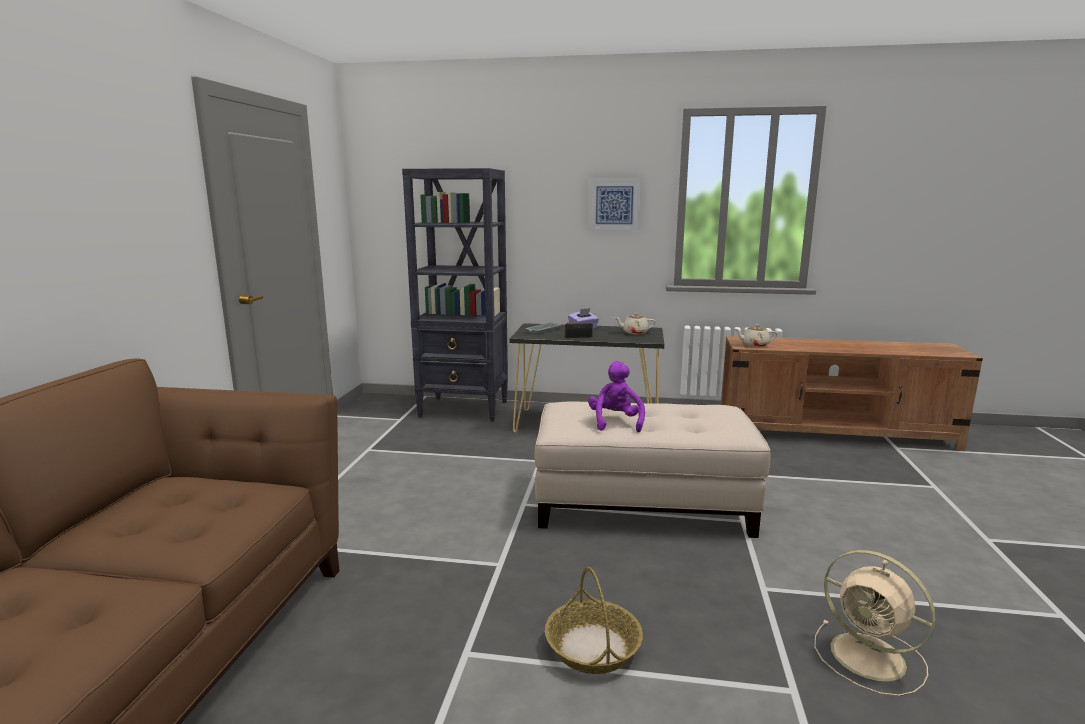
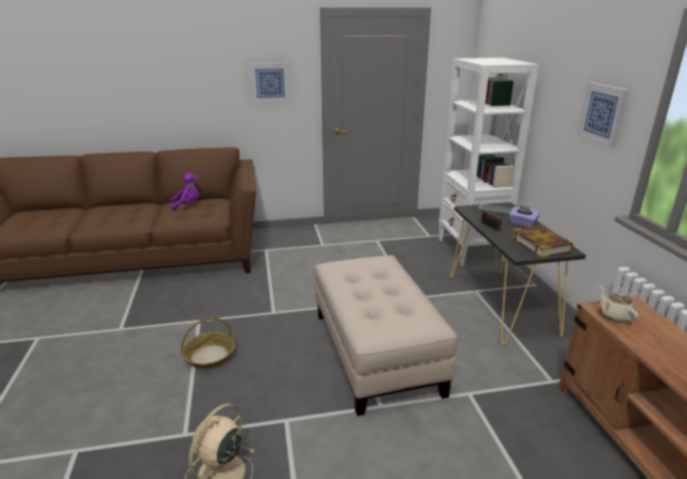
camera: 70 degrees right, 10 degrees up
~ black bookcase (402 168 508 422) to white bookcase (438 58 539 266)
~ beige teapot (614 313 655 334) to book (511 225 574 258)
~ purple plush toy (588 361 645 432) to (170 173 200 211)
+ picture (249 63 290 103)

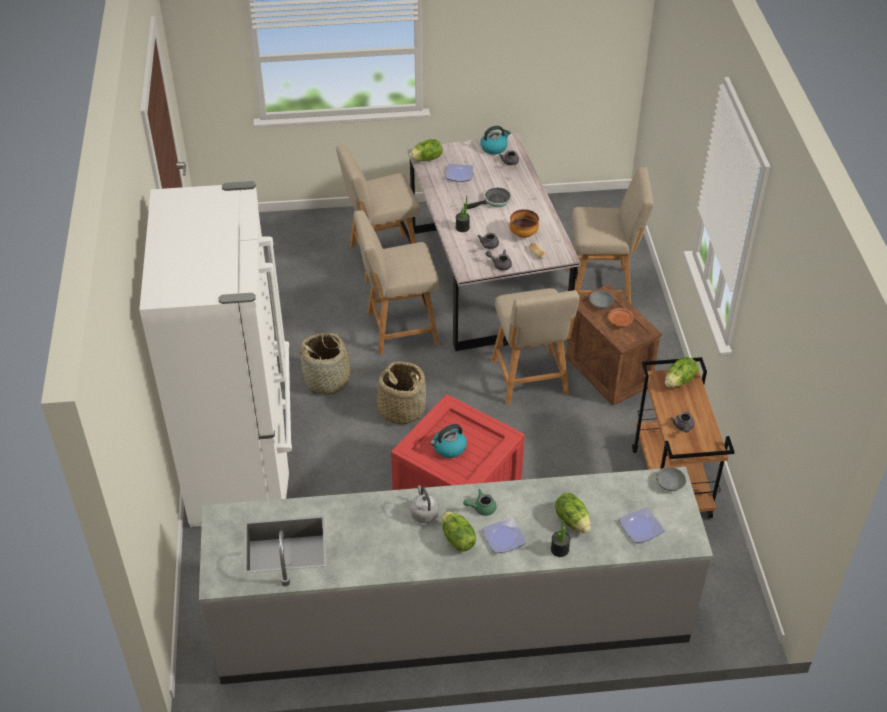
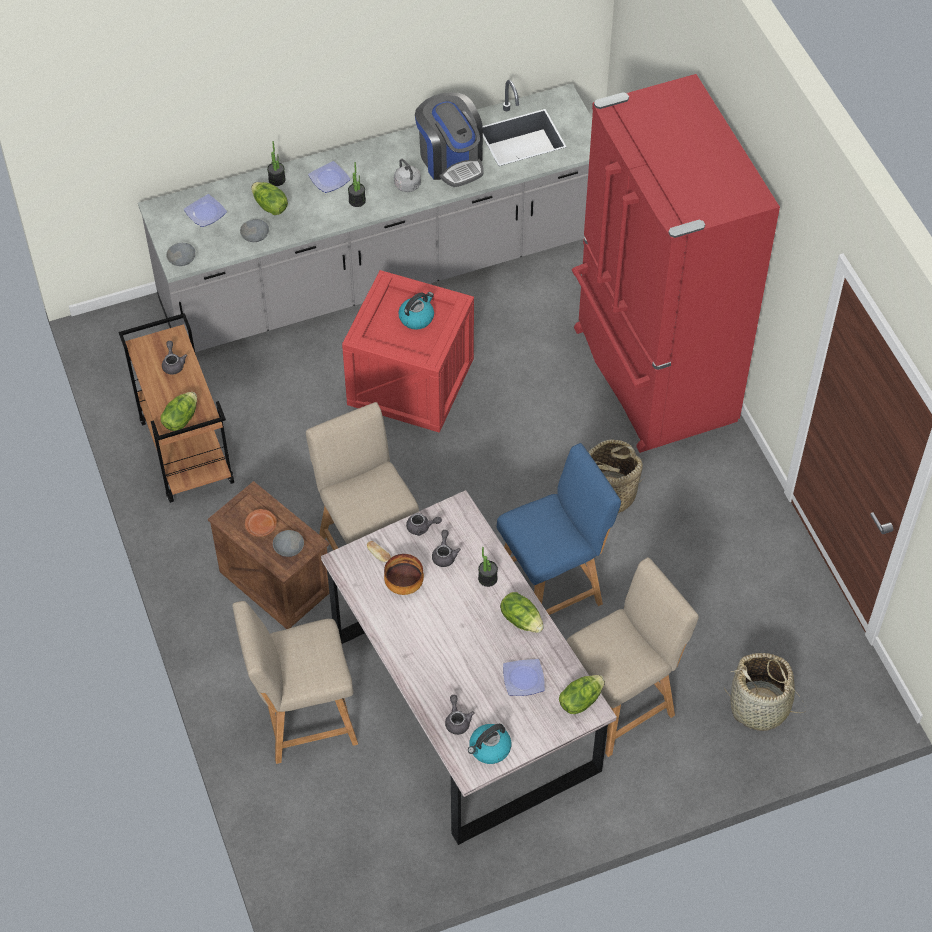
camera: 165 degrees right, 10 degrees up
~ white fridge (139 181 292 527) to red fridge (572 74 780 453)
- frying pan (466 187 512 210)
~ beige chair (354 210 439 354) to blue chair (497 443 621 615)
~ basket (374 361 426 425) to (725 653 806 731)
~ green teapot (463 489 497 516) to potted plant (348 162 366 207)
~ lettuce (442 511 476 552) to (500 592 544 633)
+ coffee machine (415 93 484 187)
+ grey bowl (240 219 269 242)

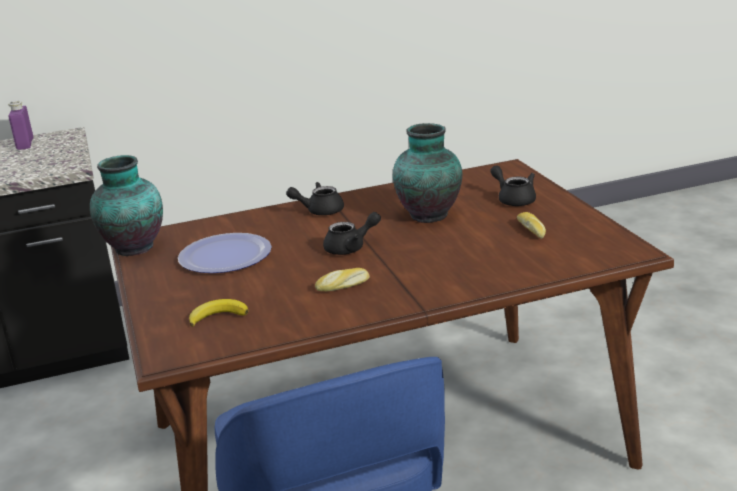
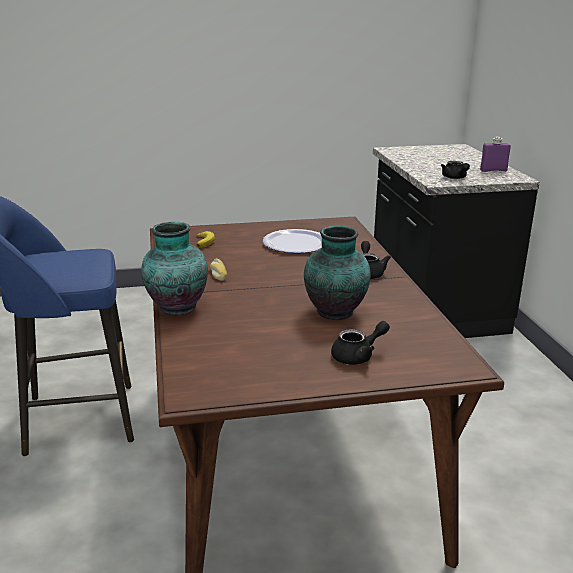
camera: 95 degrees right, 0 degrees up
~ vase (90 155 163 256) to (141 222 208 316)
~ black teapot (323 212 381 255) to (441 161 470 179)
- bread (517 212 546 239)

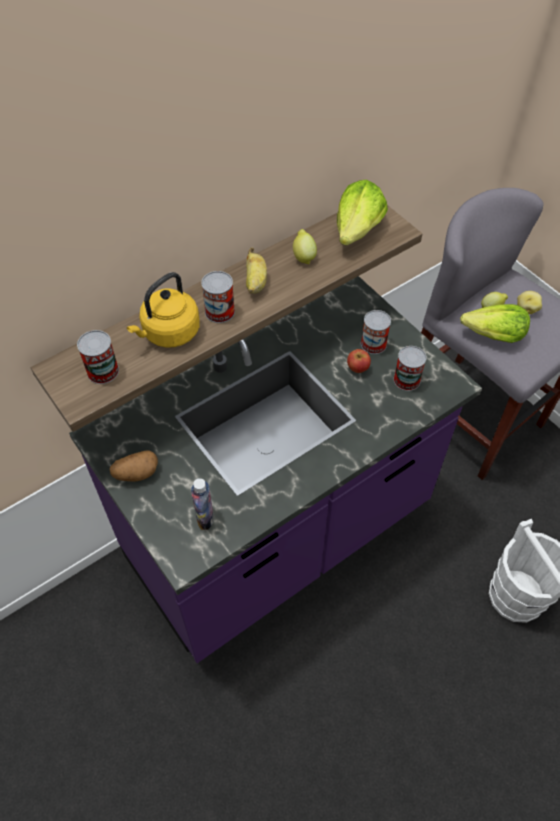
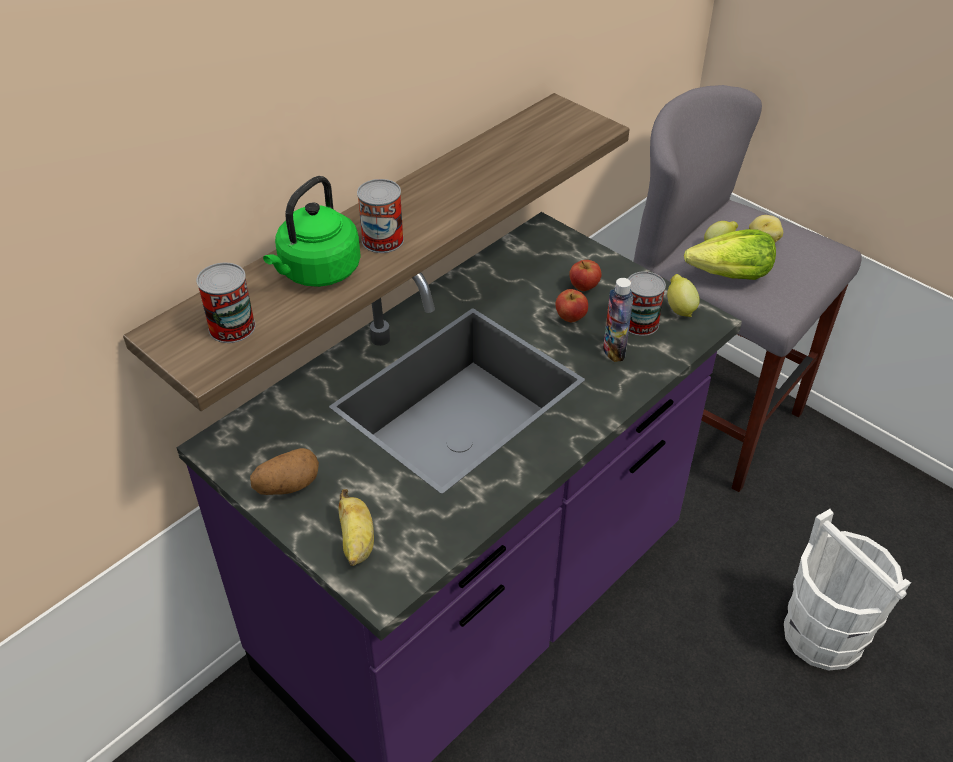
camera: 10 degrees left, 10 degrees down
- lettuce (337 180 388 246)
~ lemon (293 229 317 264) to (667 274 700 317)
~ banana (246 247 267 294) to (339 489 374 566)
~ yellow kettle (127 272 200 348) to green kettle (263 176 361 287)
~ can (361 310 391 354) to apple (569 260 602 291)
~ bottle (191 478 214 530) to (603 278 633 362)

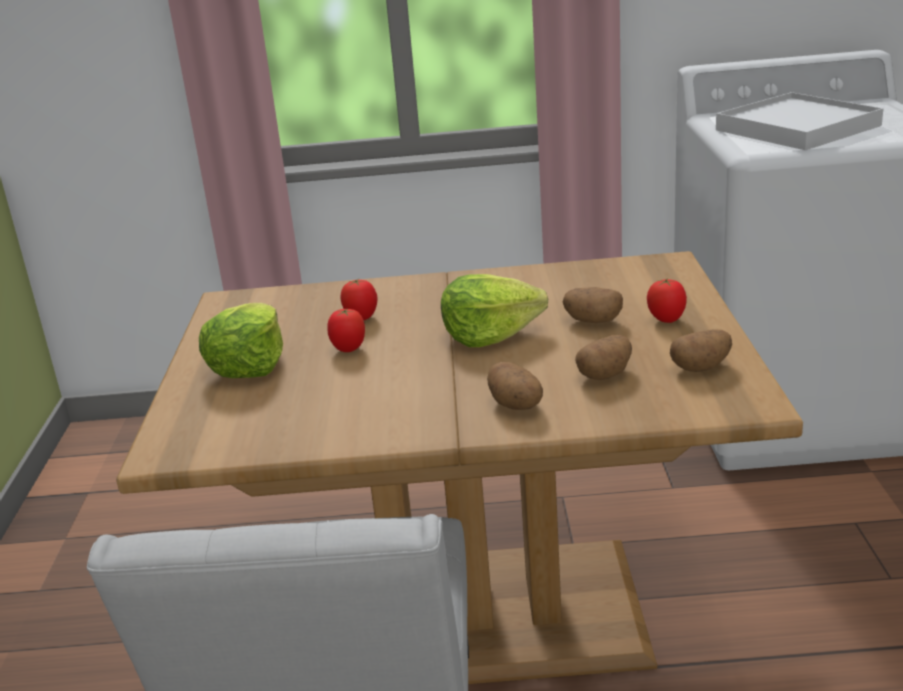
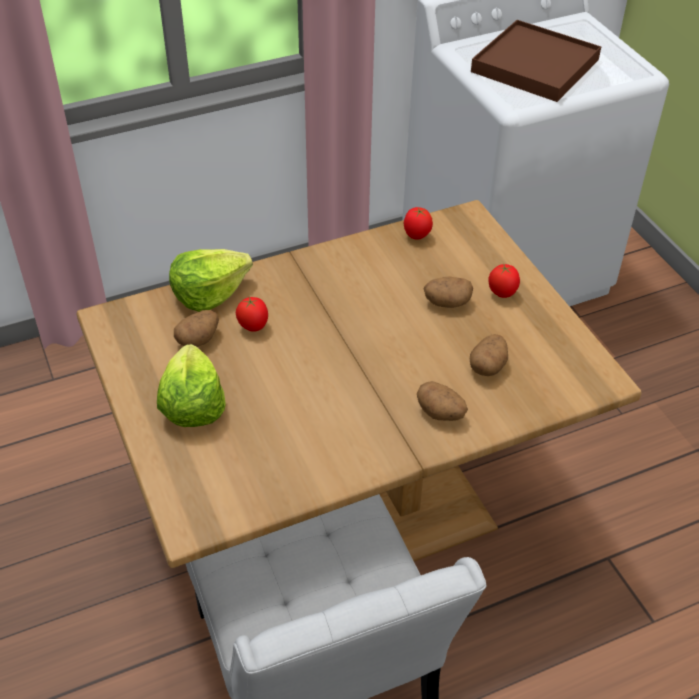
camera: 25 degrees left, 20 degrees up
~ white tray (716 92 884 150) to brown tray (471 20 601 102)
~ lettuce (441 274 548 347) to (169 249 253 312)
~ tomato (327 309 365 352) to (404 207 433 240)
~ potato (670 329 732 372) to (174 310 219 347)

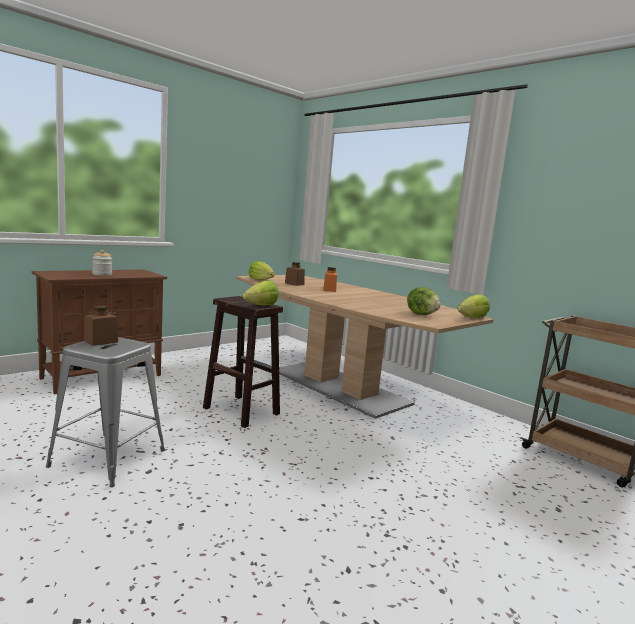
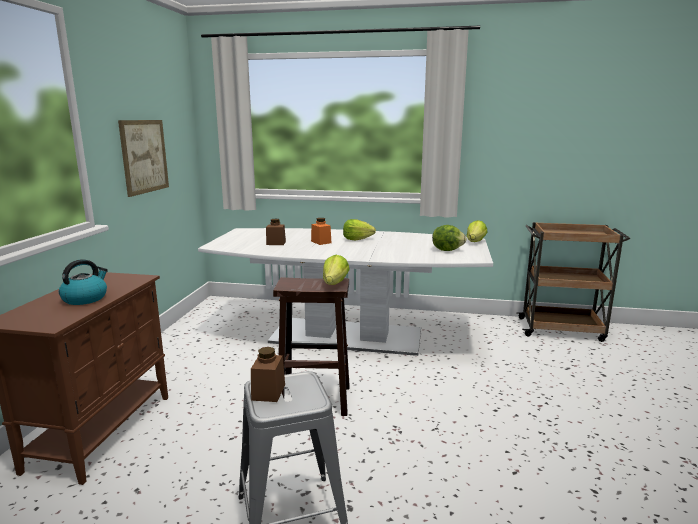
camera: 35 degrees left, 5 degrees up
~ jar (92 250 112 276) to kettle (59 259 108 305)
~ lettuce (249 261 275 280) to (343 219 376 240)
~ brown dining table (237 275 493 419) to white dining table (198 228 493 356)
+ picture (118 120 169 197)

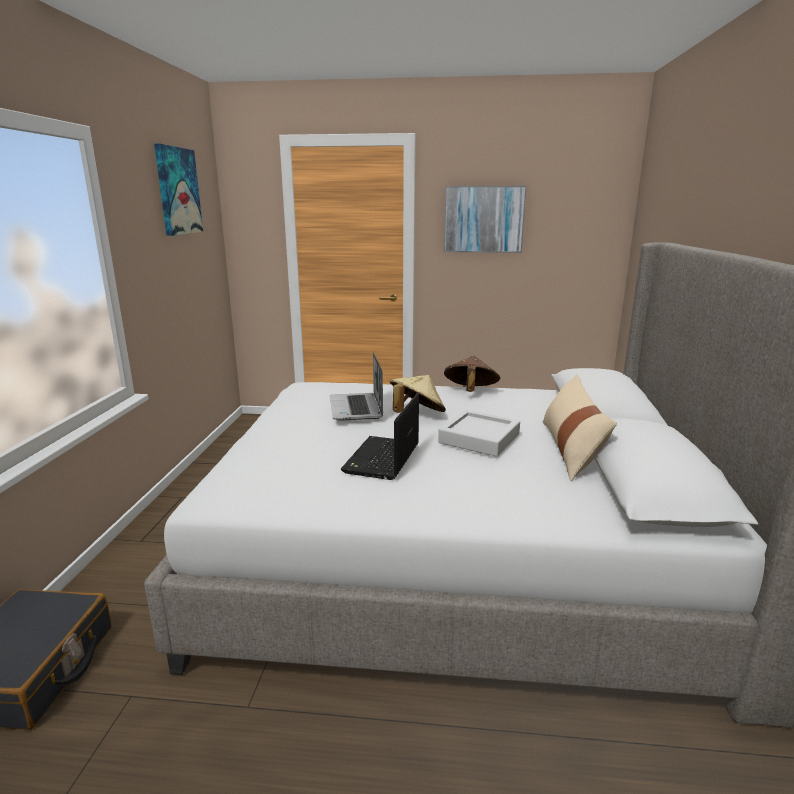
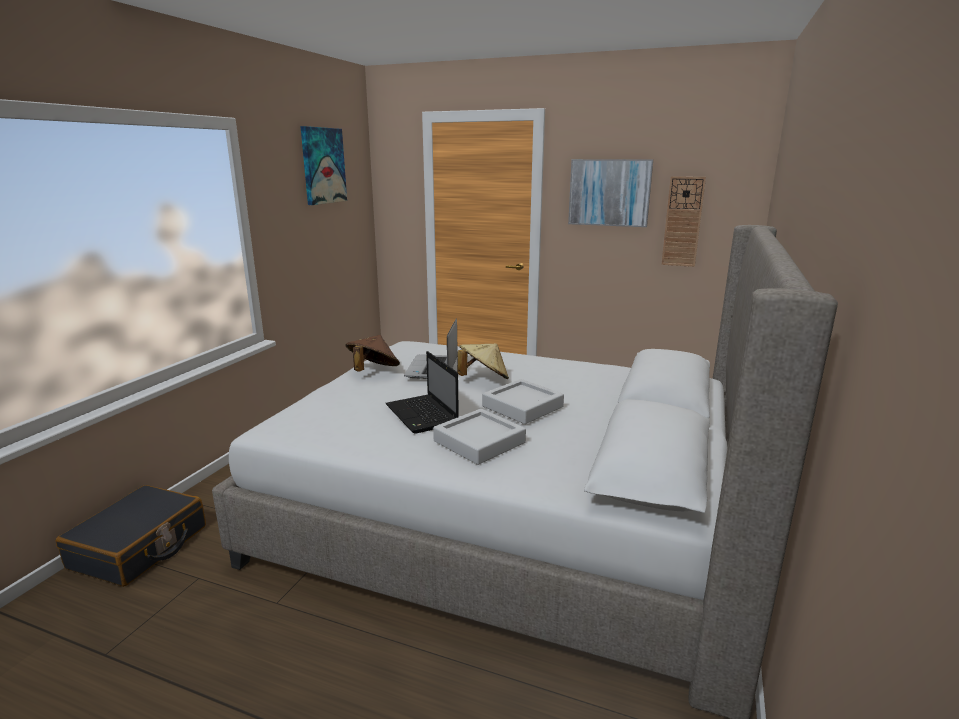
camera: 15 degrees right, 0 degrees up
~ brown hat (444 356 500 392) to (345 335 400 371)
- beige pillow (543 374 617 481)
~ laptop (341 393 419 480) = (386 351 459 434) 60 degrees counterclockwise
+ wall clock (661 176 706 267)
+ grey tray (433 409 526 465)

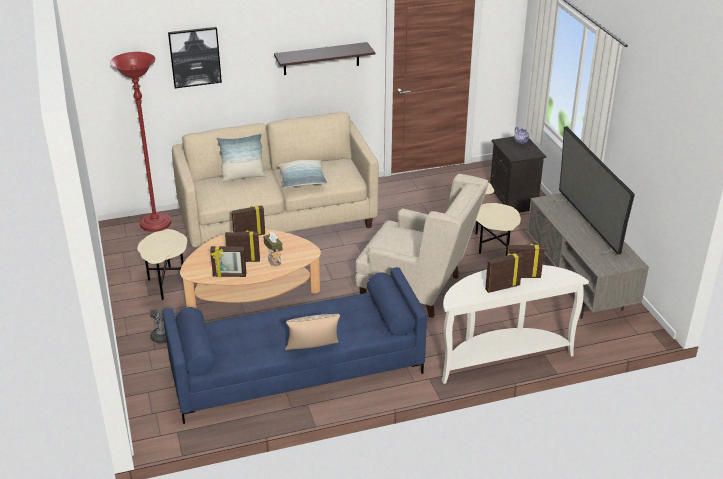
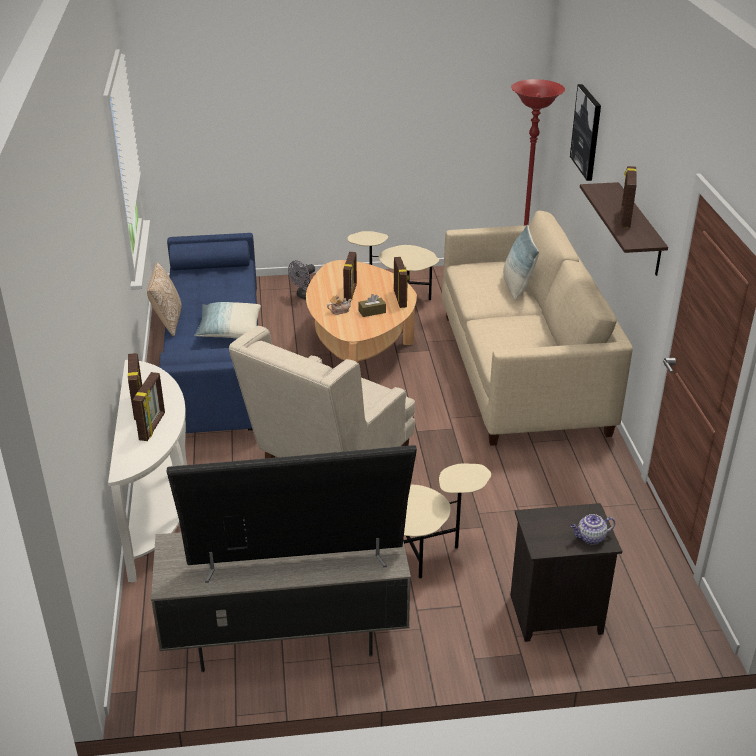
camera: 100 degrees right, 0 degrees up
~ pillow (278 160 328 188) to (194 302 261 339)
~ picture frame (210 246 246 277) to (621 166 637 228)

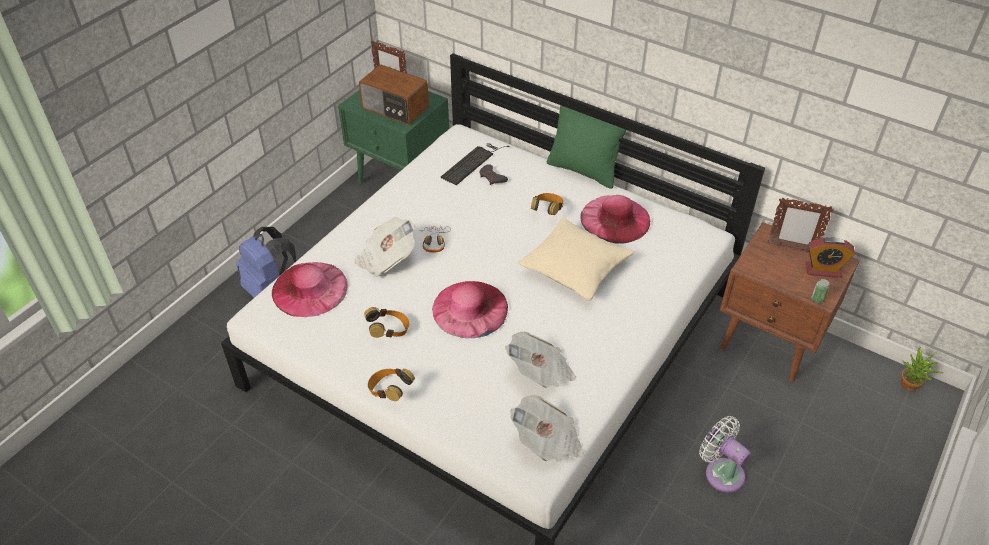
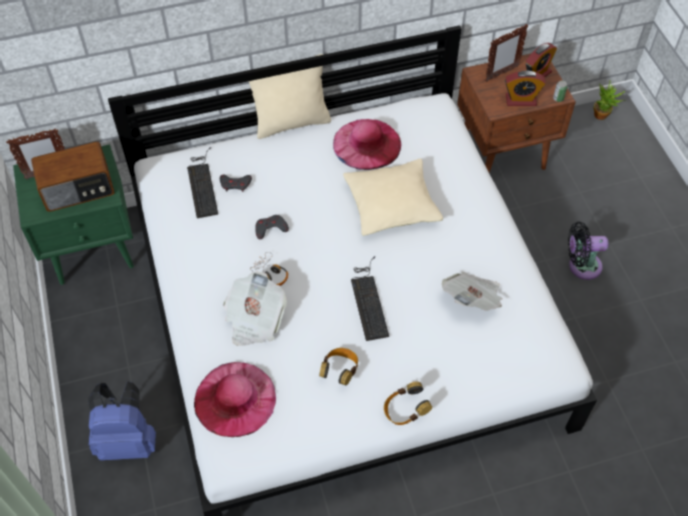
camera: 50 degrees left, 10 degrees up
~ green pillow (547 105 627 189) to beige pillow (249 54 331 139)
- headphones (531 193 563 215)
~ pink hat (432 281 508 338) to keyboard (351 256 389 341)
- newspaper (510 395 584 462)
~ white fan (699 416 751 493) to black fan (568 222 609 280)
+ alarm clock (505 71 546 106)
+ grey game controller (255 215 289 239)

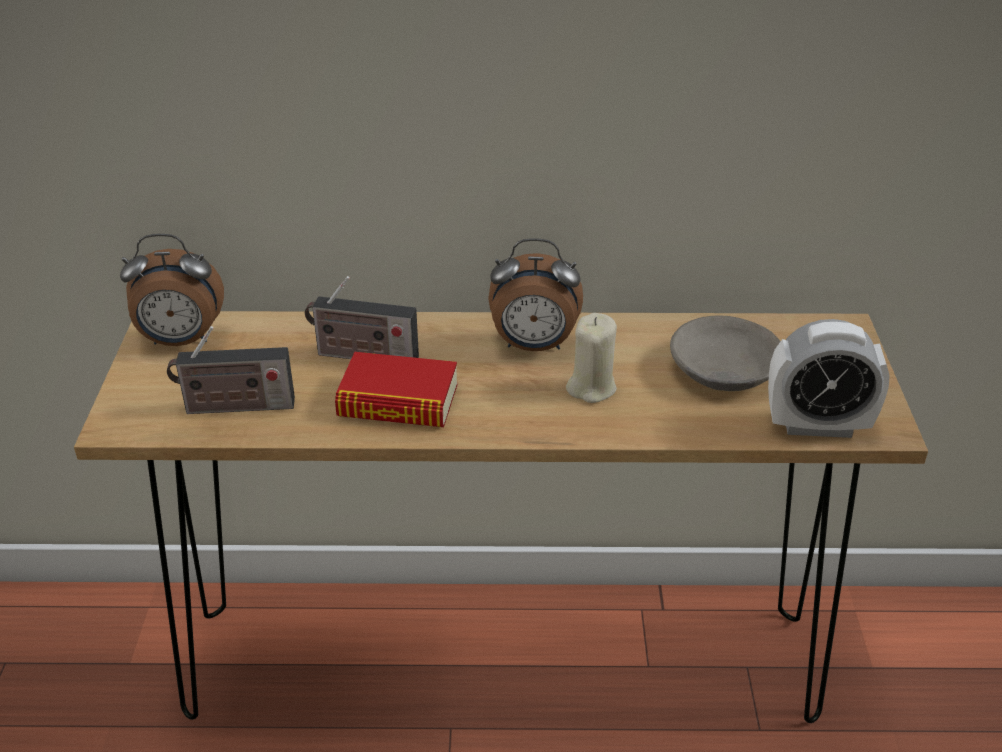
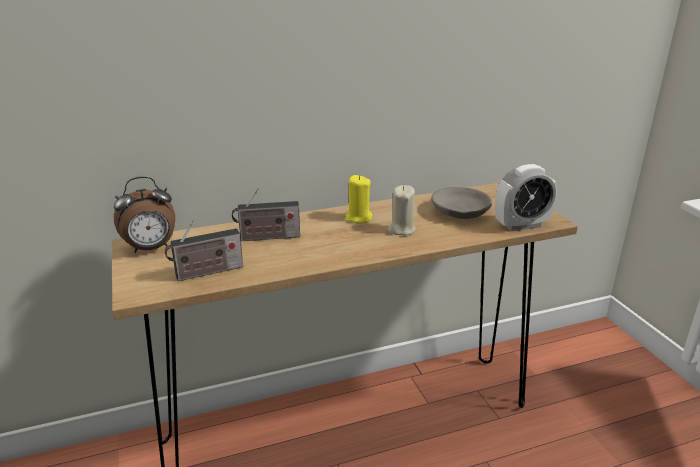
camera: 20 degrees left, 10 degrees down
~ alarm clock (488 238 583 351) to yellow candle (345 175 372 223)
- book (335 352 457 427)

